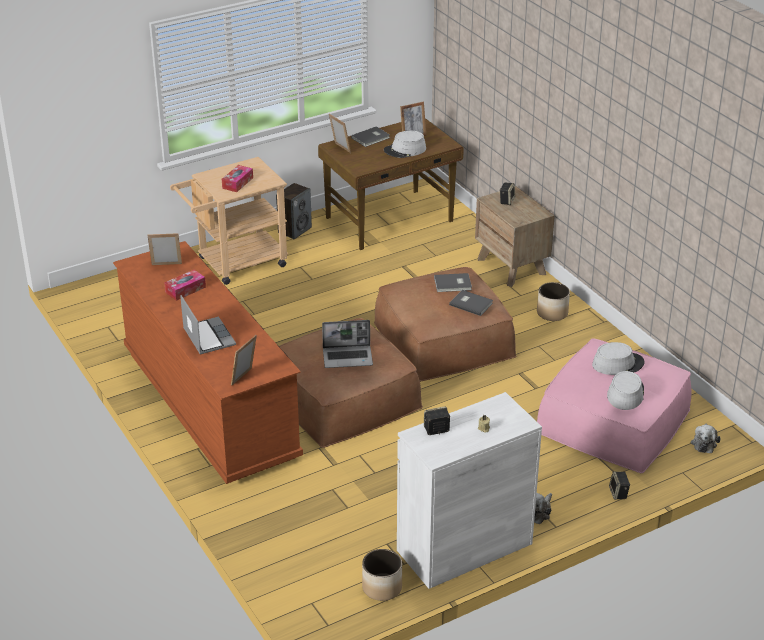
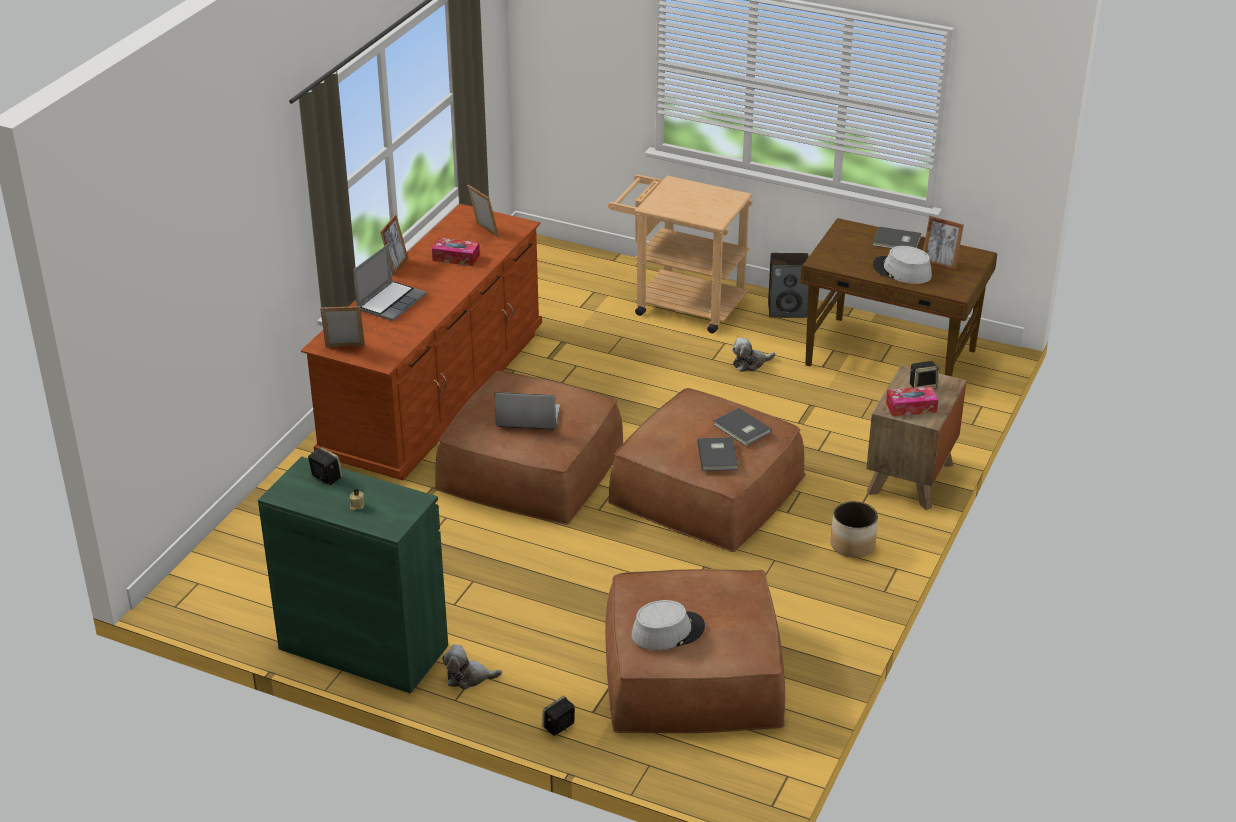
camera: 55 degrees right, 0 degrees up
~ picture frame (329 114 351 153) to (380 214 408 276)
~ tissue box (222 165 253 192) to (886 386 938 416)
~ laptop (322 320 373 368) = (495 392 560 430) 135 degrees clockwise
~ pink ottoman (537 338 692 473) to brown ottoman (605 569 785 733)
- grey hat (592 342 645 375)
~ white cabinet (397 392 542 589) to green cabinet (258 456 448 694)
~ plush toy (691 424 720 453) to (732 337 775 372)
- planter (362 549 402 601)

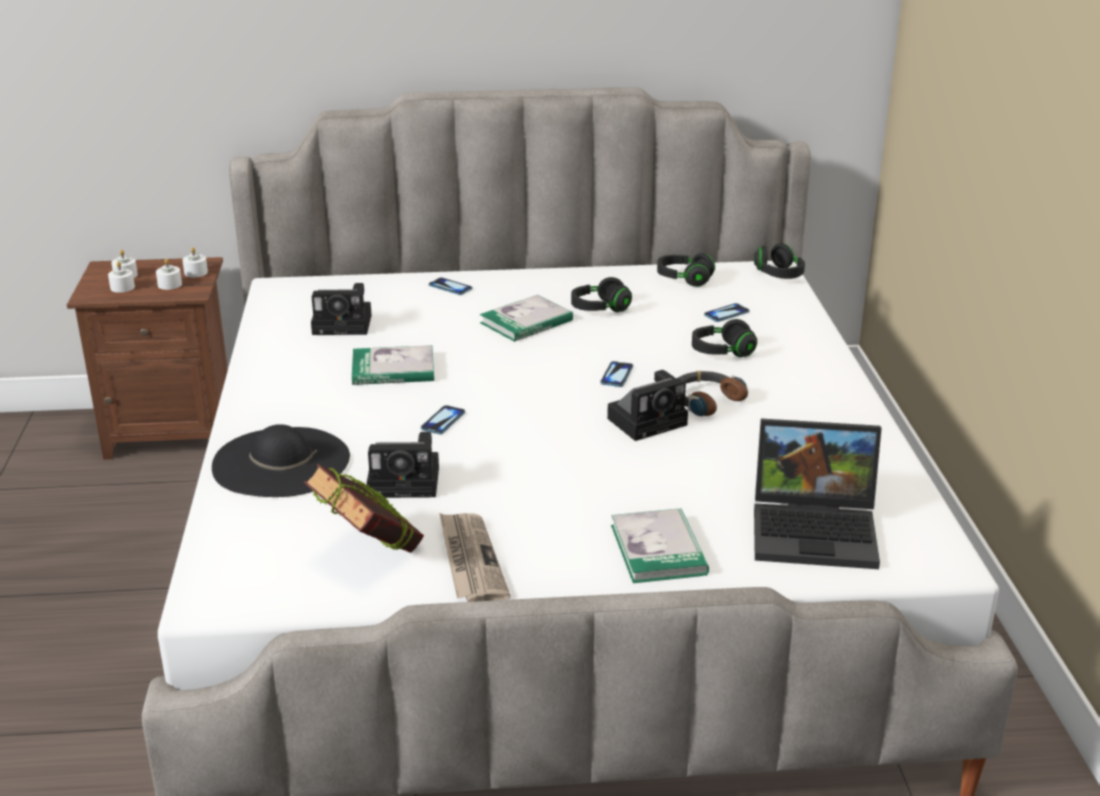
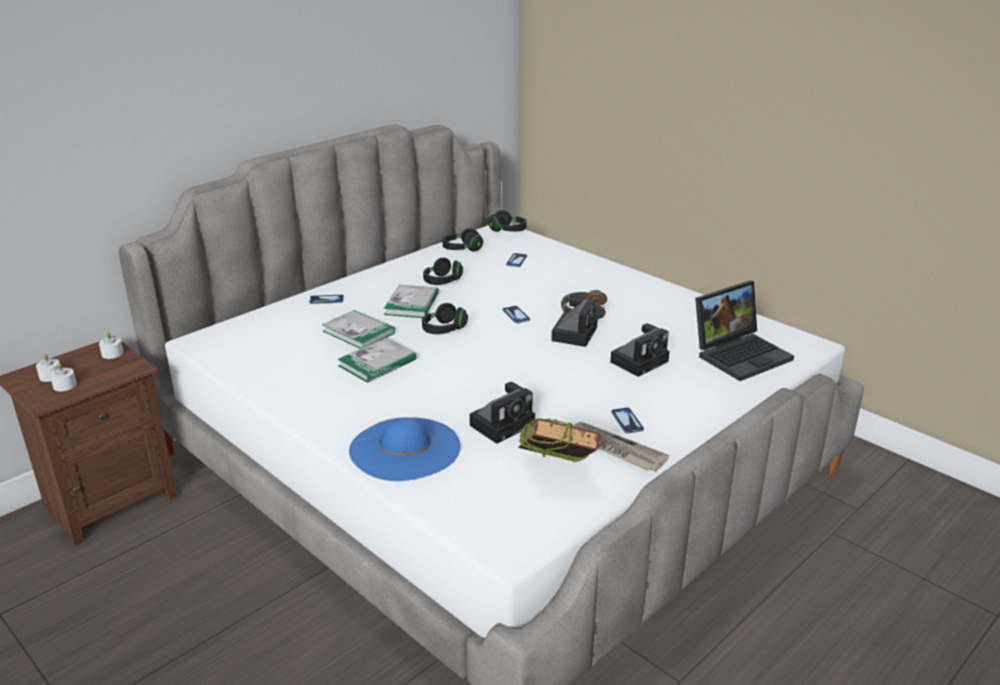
camera: 40 degrees left, 0 degrees up
- white candle (156 259 182 290)
~ photo camera (311 283 372 335) to (610 323 669 377)
~ black headphones (692 319 757 357) to (422 303 468 334)
~ phone (421 405 465 434) to (611 407 644 433)
~ black hat (212 424 350 497) to blue hat (349 417 461 481)
~ book (611 508 709 583) to (322 310 395 349)

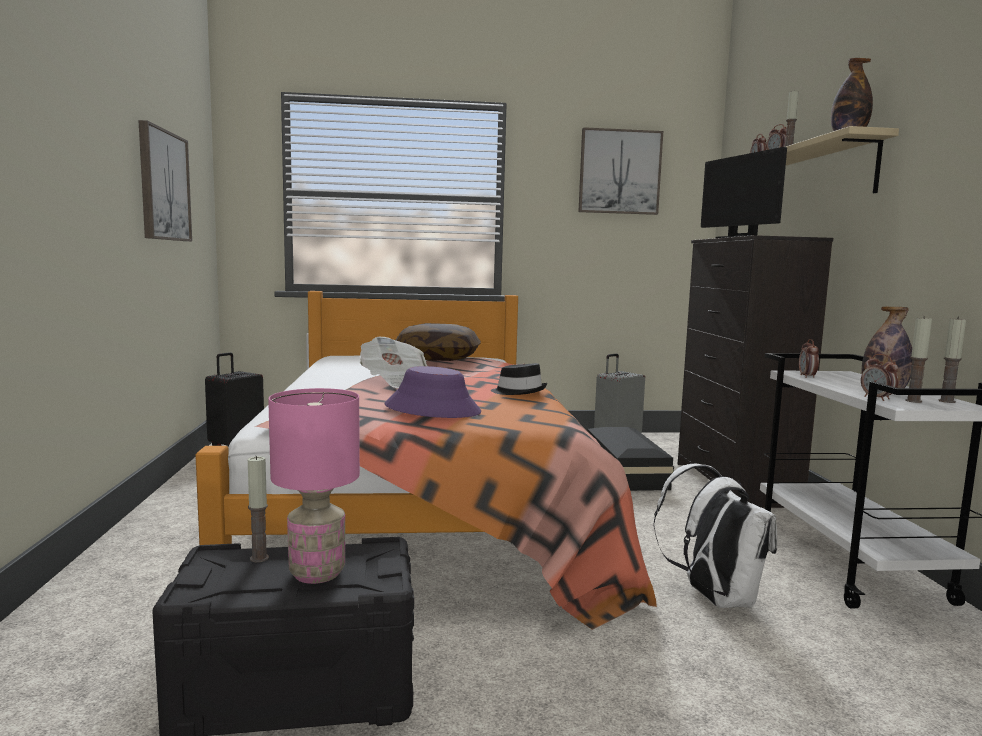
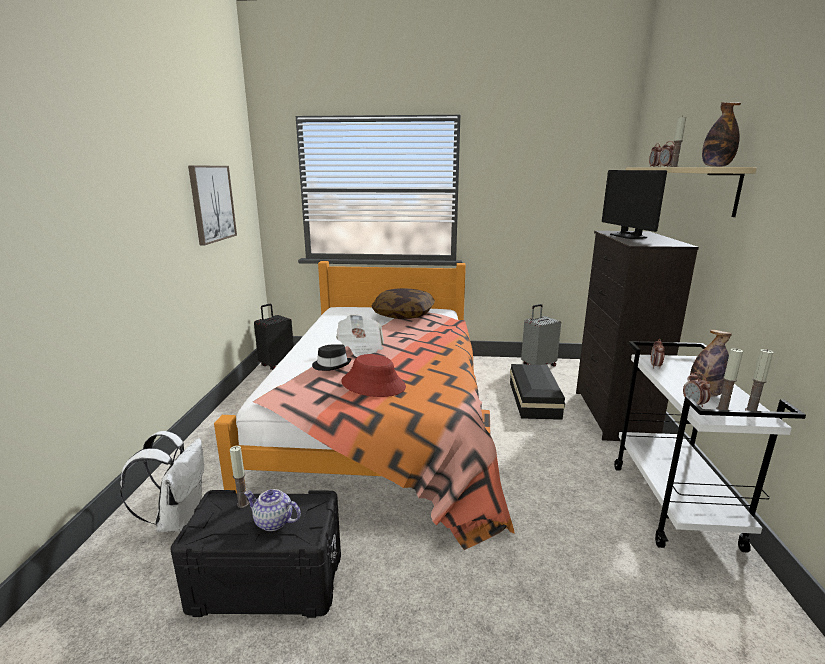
camera: 10 degrees right, 10 degrees up
- picture (578 127 663 215)
~ black hat (491 363 547 395) to (312 344 351 371)
~ purple hat (385 366 481 418) to red hat (341 354 406 397)
~ pink table lamp (268 388 360 584) to teapot (244 489 301 531)
~ white backpack (653 463 777 608) to (120 431 204 532)

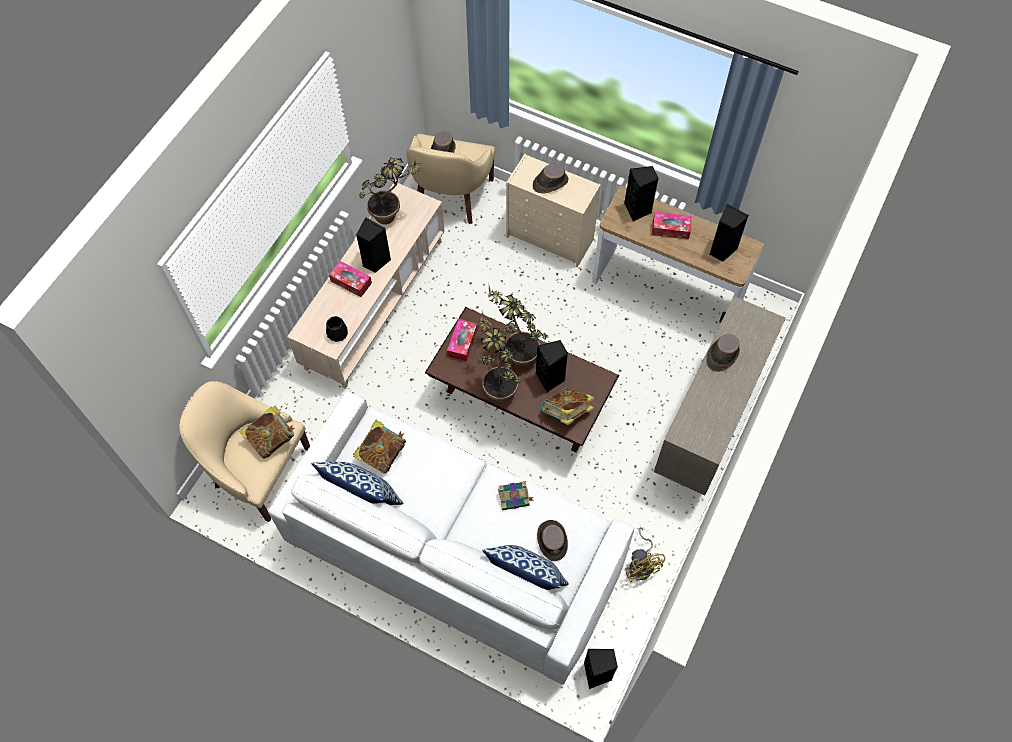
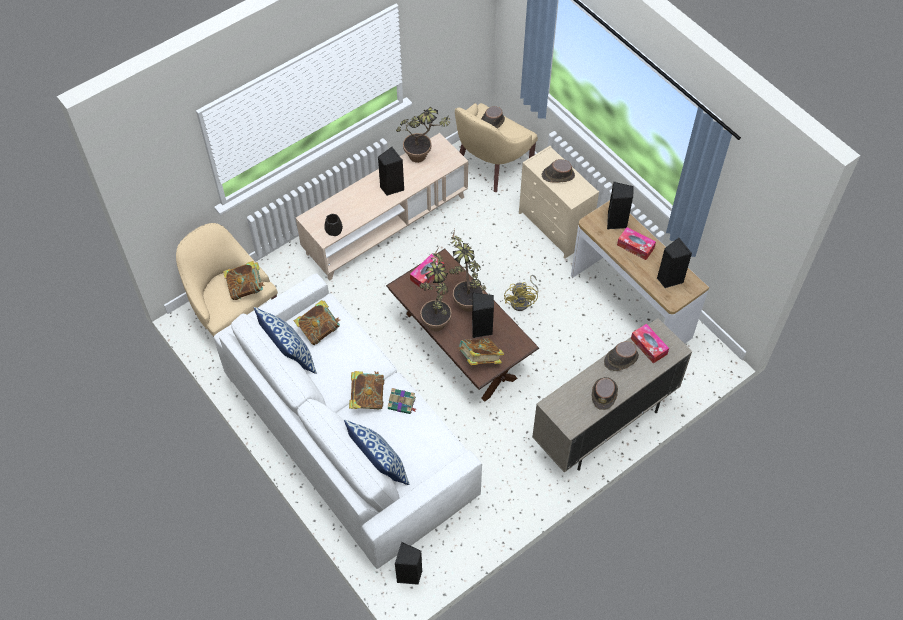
camera: 25 degrees right, 5 degrees down
~ tissue box (329 261 372 297) to (631 324 669 364)
~ brown hat (537 520 568 561) to (591 377 618 410)
~ yellow fan (626 527 665 582) to (504 275 539 311)
+ book (349 371 384 409)

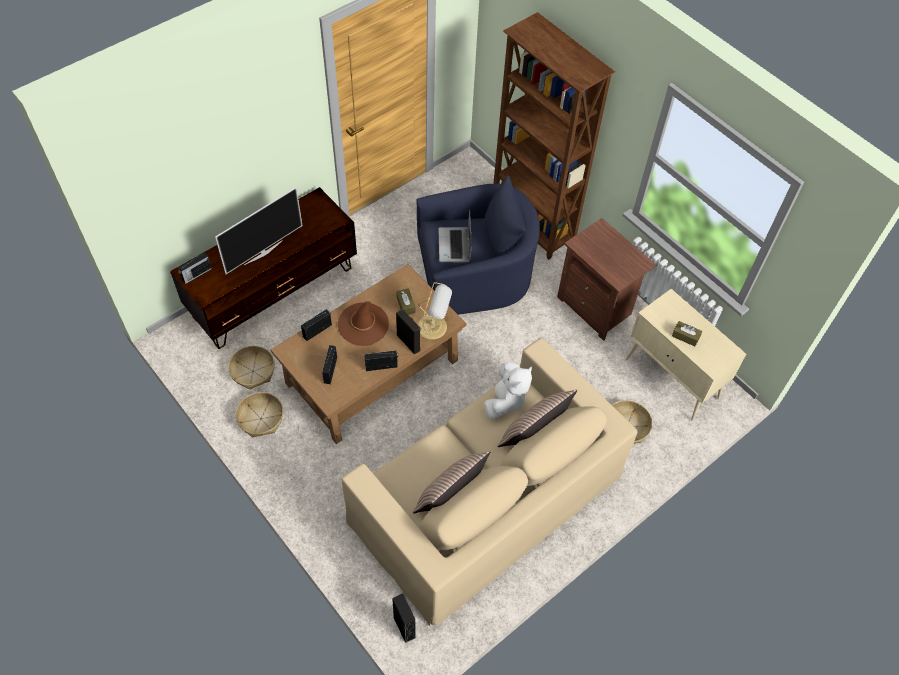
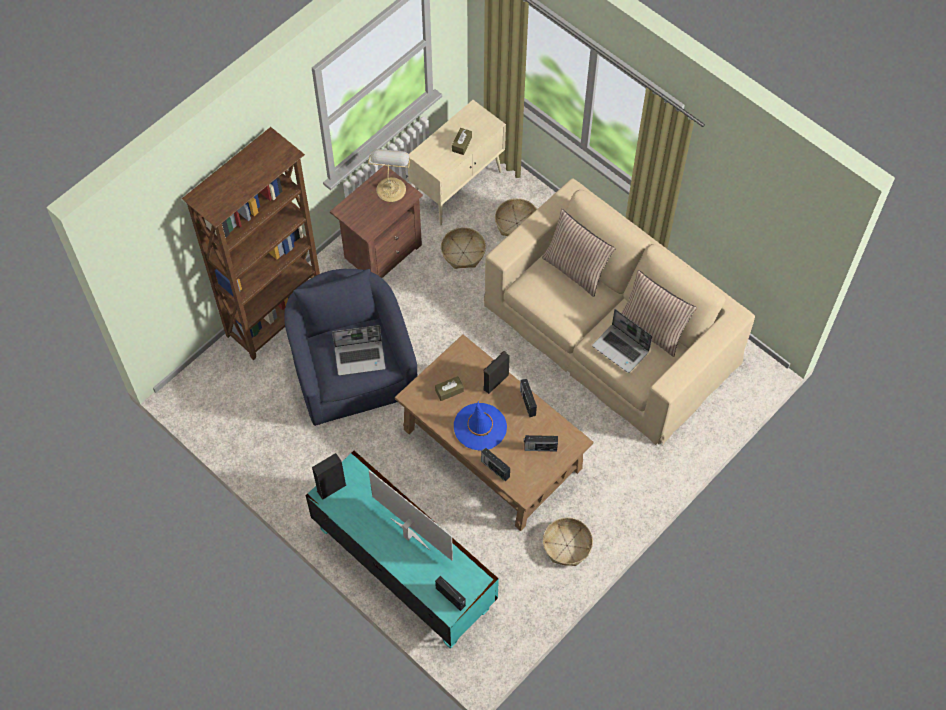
camera: 95 degrees left, 5 degrees up
~ brown tv stand (170 187 357 349) to turquoise tv stand (306 451 499 649)
~ table lamp (417 282 452 340) to (368 149 410 202)
~ brown hat (338 301 389 346) to blue hat (454 401 507 451)
~ basket (228 346 275 390) to (441 227 486 269)
- white plush toy (484 362 532 419)
~ black speaker (392 593 416 643) to (312 453 346 500)
+ laptop (592 309 652 373)

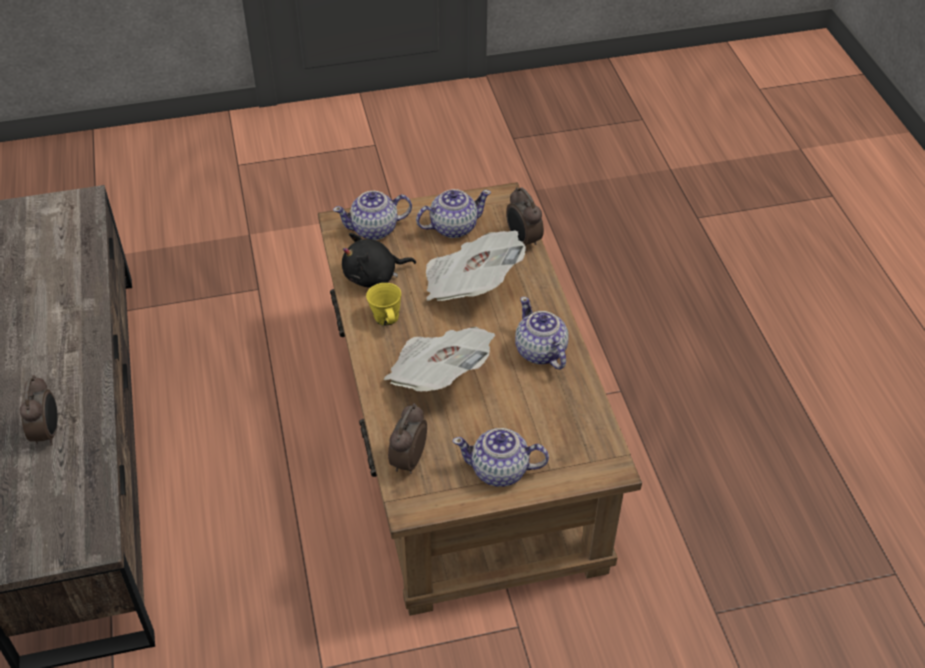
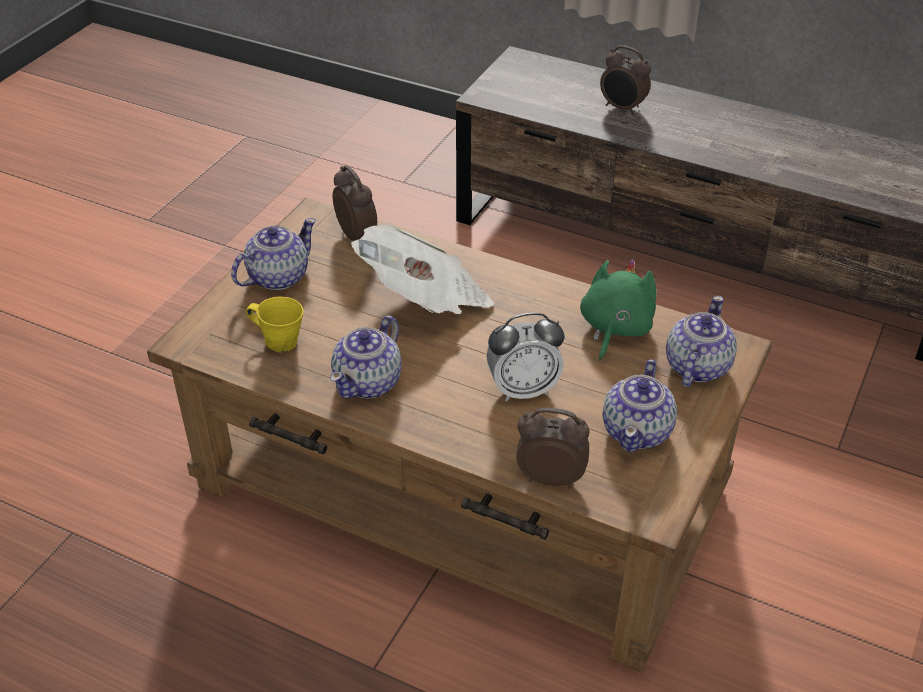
camera: 130 degrees right, 5 degrees down
~ newspaper (426 231 526 301) to alarm clock (487 313 565 401)
~ black plush toy (342 233 416 288) to green plush toy (580 260 657 361)
~ yellow mug (366 283 401 326) to (246 297 304 353)
~ teapot (515 297 568 369) = (330 315 402 399) 105 degrees clockwise

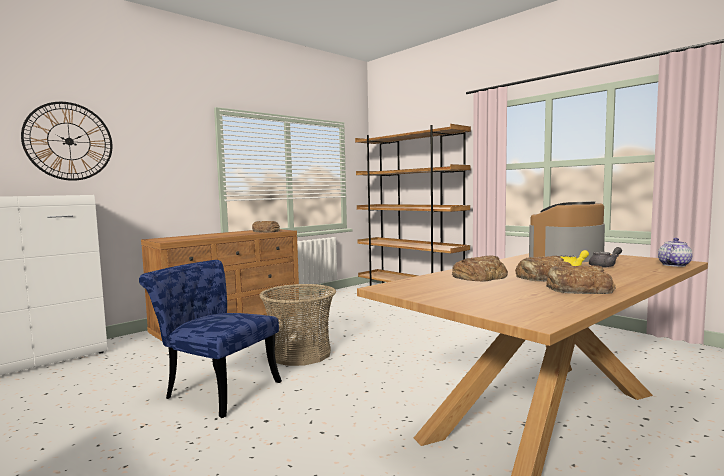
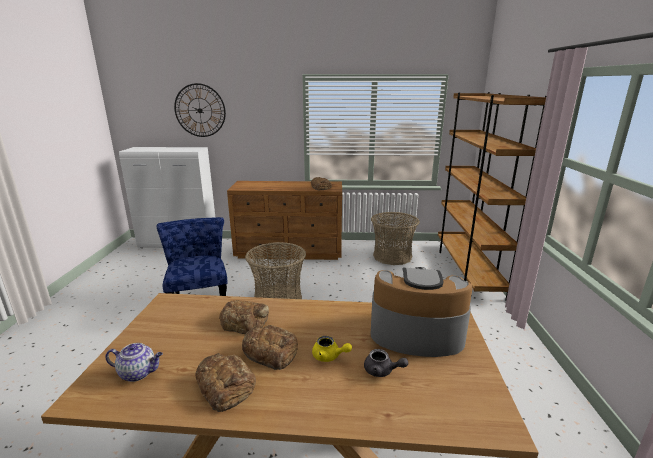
camera: 45 degrees right, 15 degrees up
~ teapot (658 238 693 267) to (105 343 163 382)
+ basket (371 212 420 265)

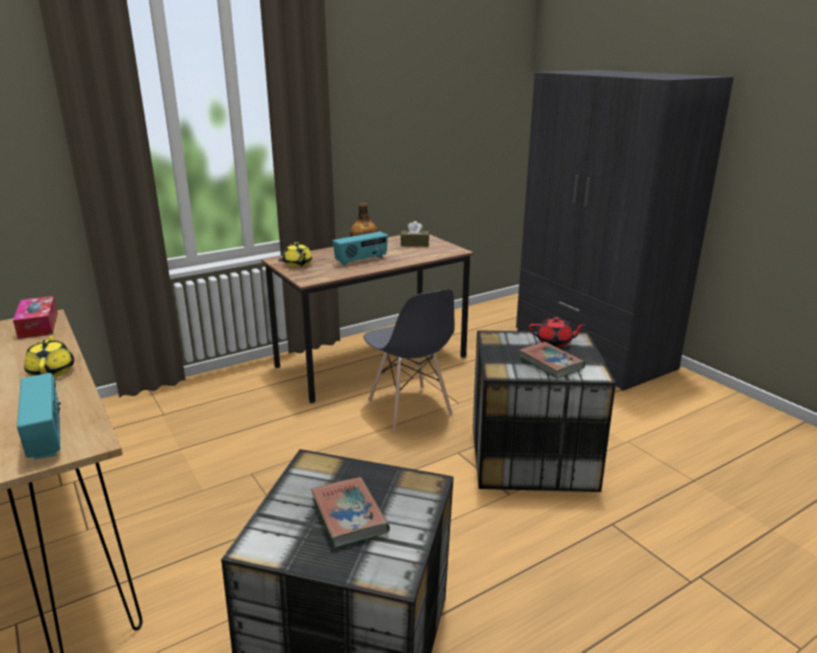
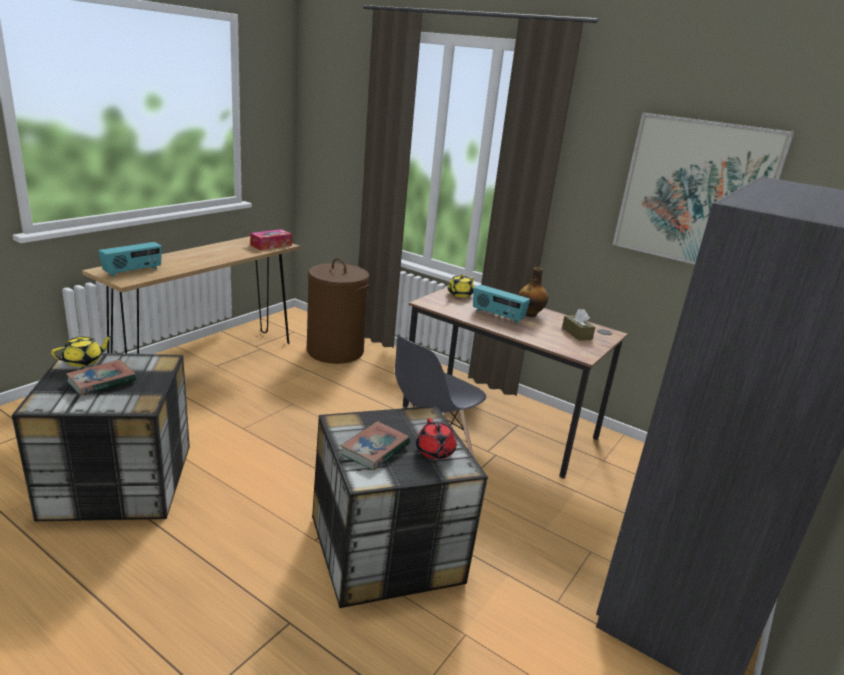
camera: 65 degrees right, 0 degrees up
~ yellow teapot (24 332 74 378) to (51 336 113 367)
+ picture (613 113 795 264)
+ brown laundry basket (307 258 370 364)

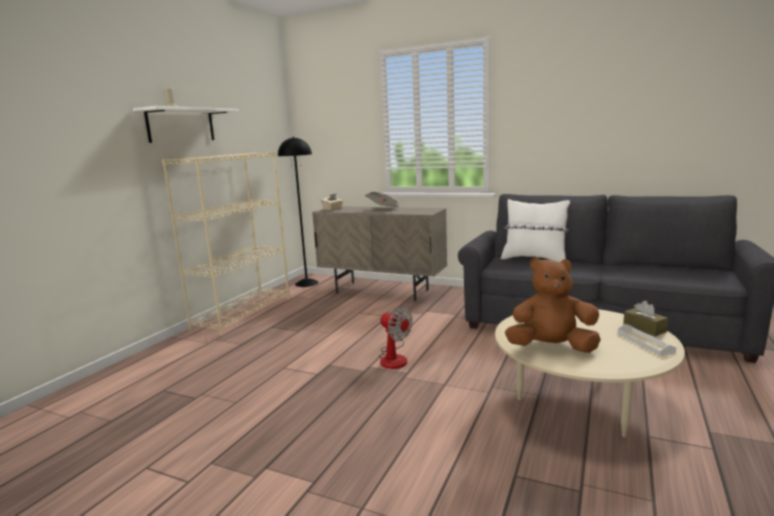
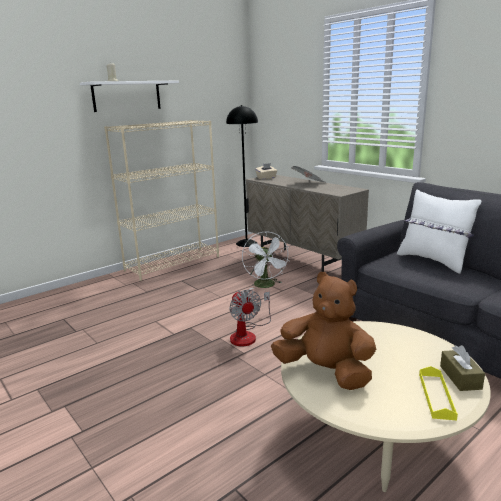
camera: 25 degrees right, 5 degrees up
~ white tray (617 324 676 356) to yellow tray (419 366 458 421)
+ white fan (242 232 290 290)

